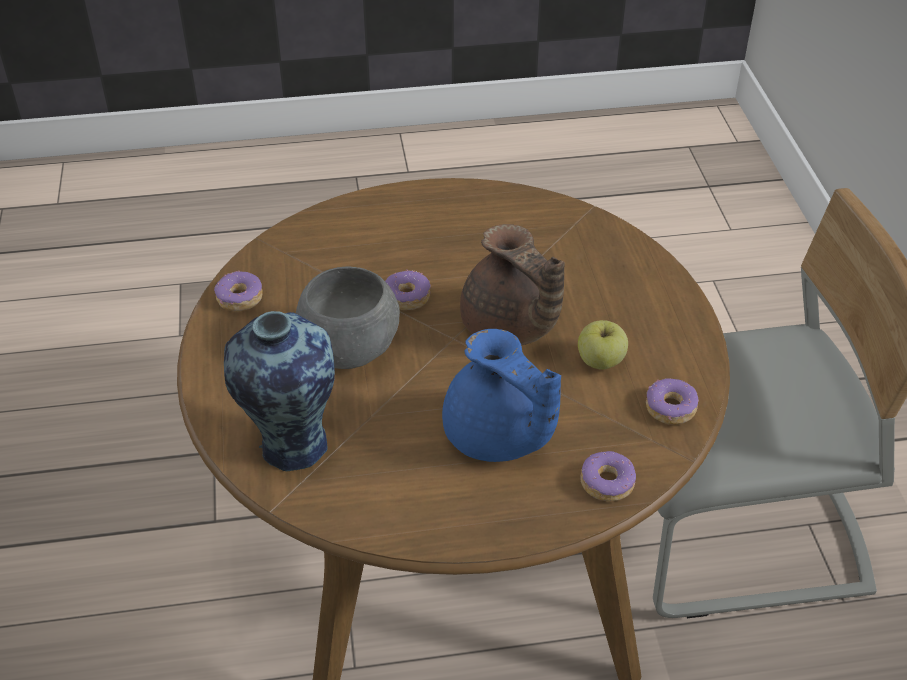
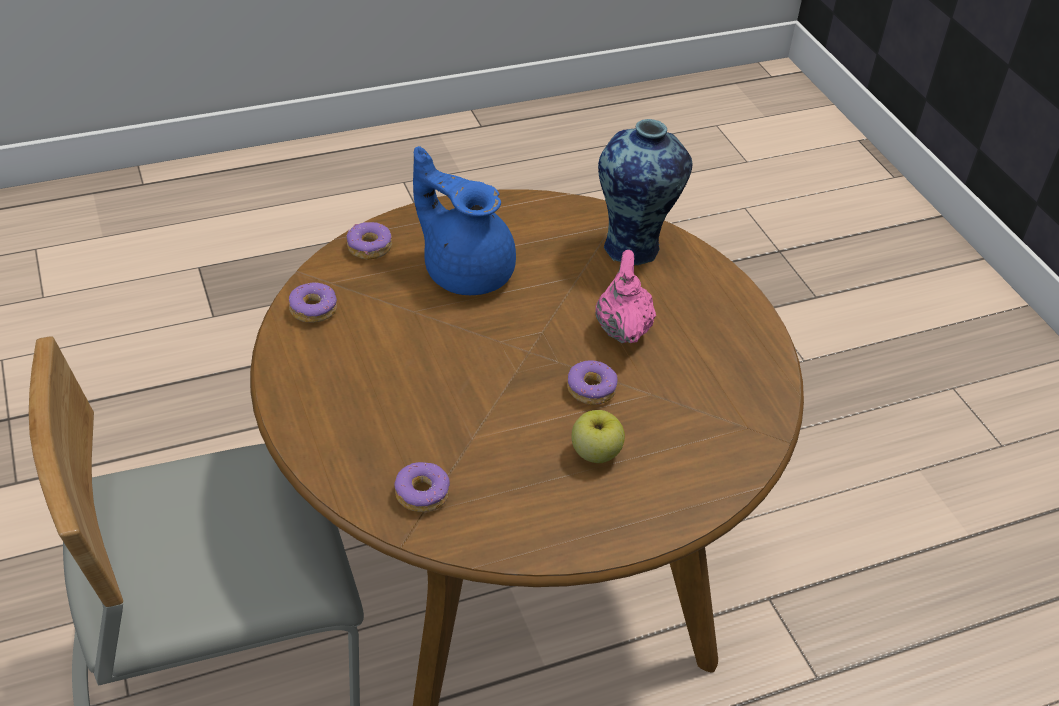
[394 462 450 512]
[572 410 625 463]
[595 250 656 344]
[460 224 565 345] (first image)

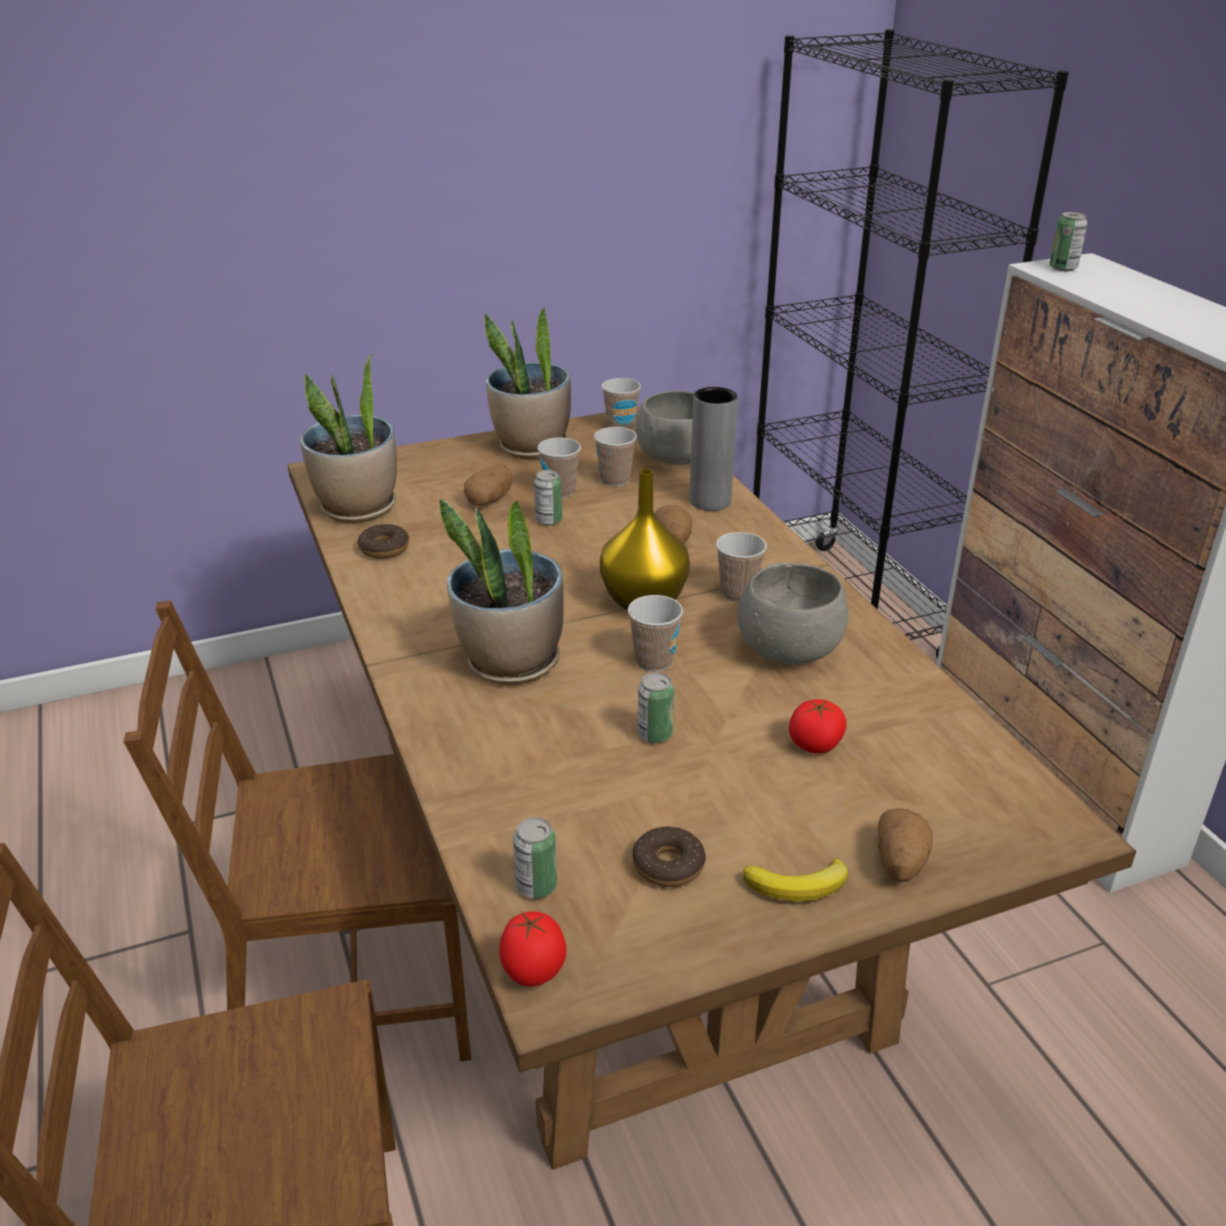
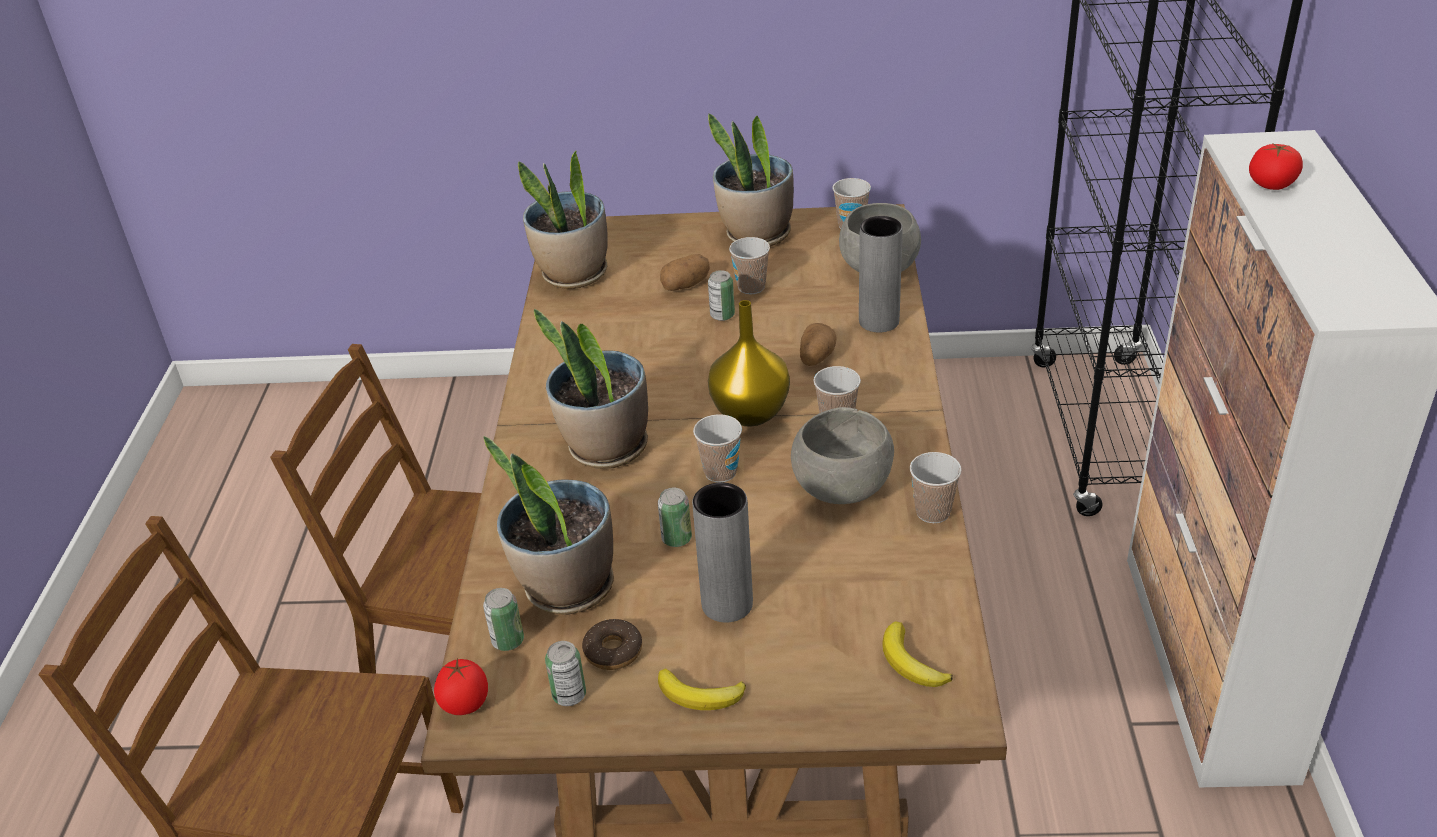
[483 436 614 615]
[545 641 586 706]
[692 482 753 622]
[882 621 953 687]
[910 452 962 523]
[1249 143 1303 190]
[358 524 409 559] (first image)
[878 808 933 882] (first image)

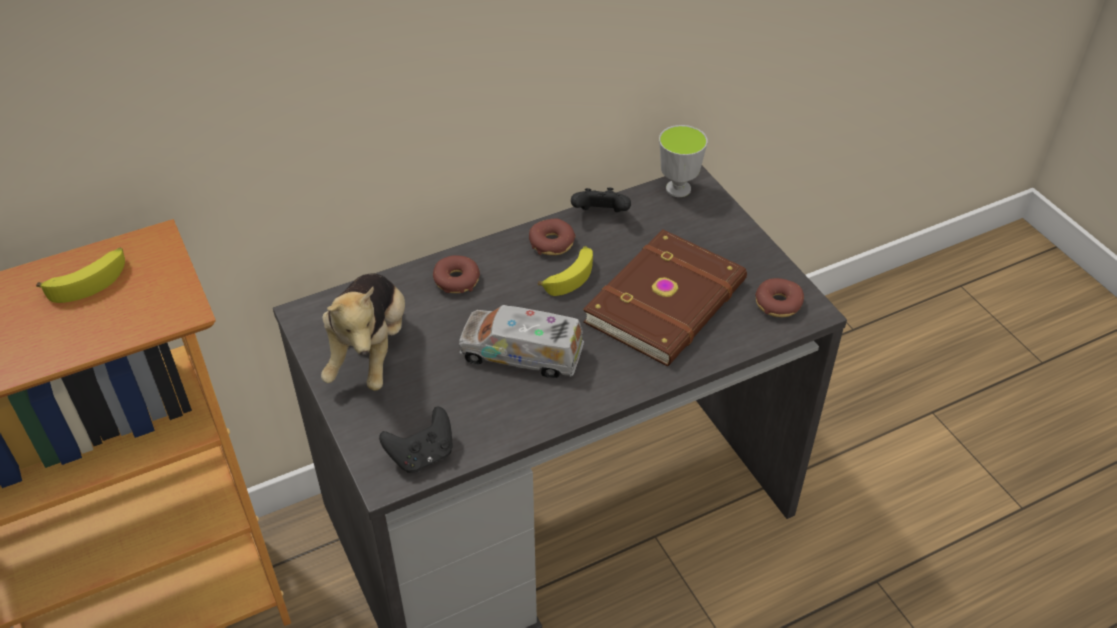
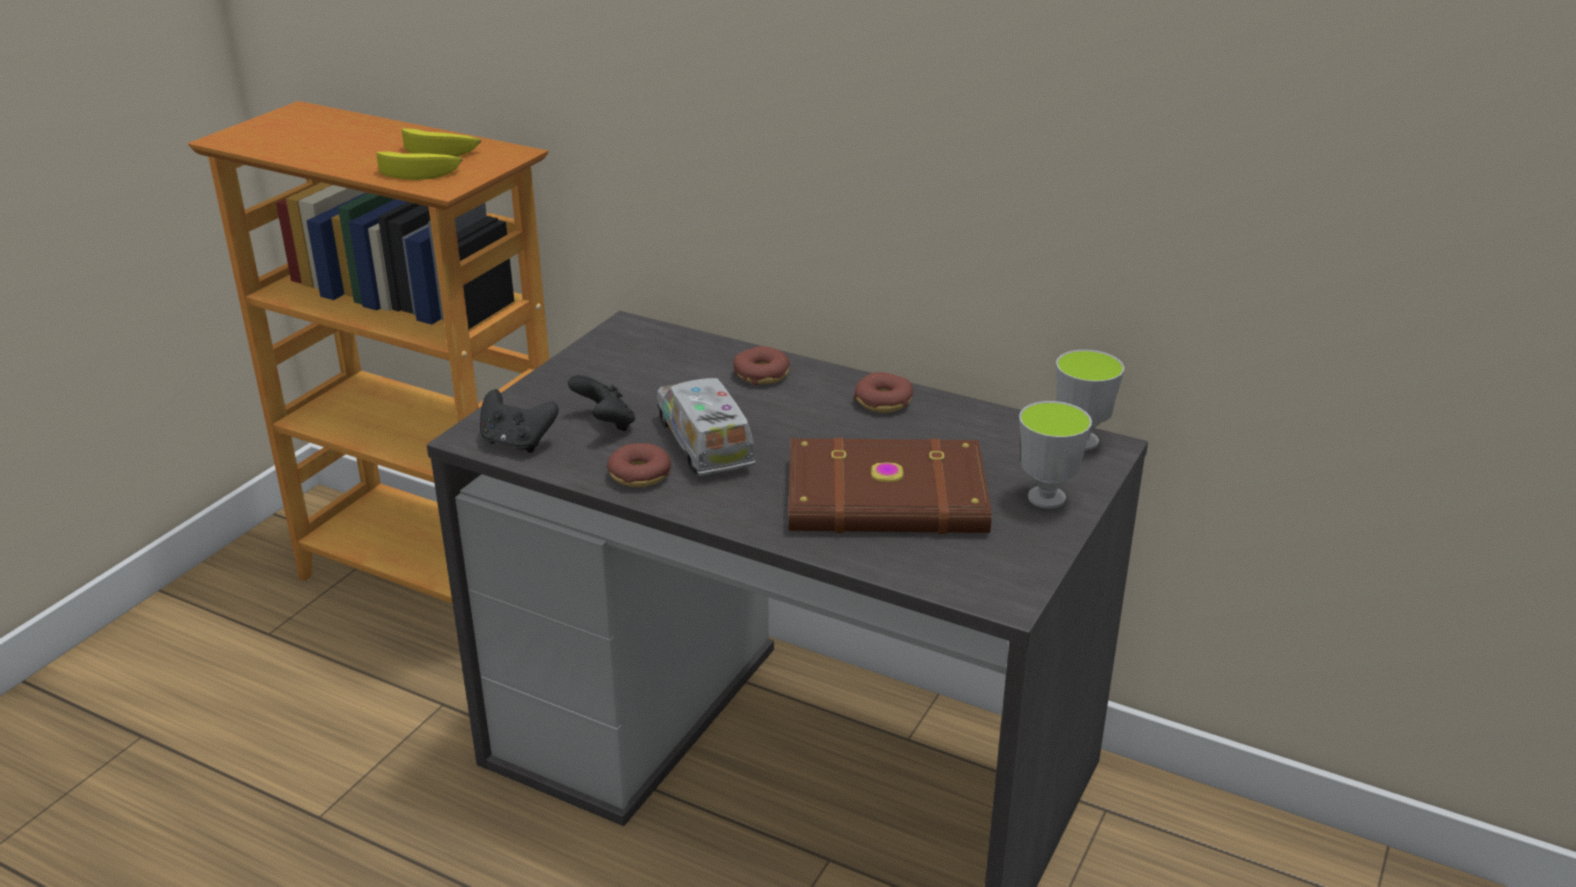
[376 152 463 180]
[568 375 635 431]
[607 443 671 487]
[1019 401 1092 509]
[321 273 405 391] (first image)

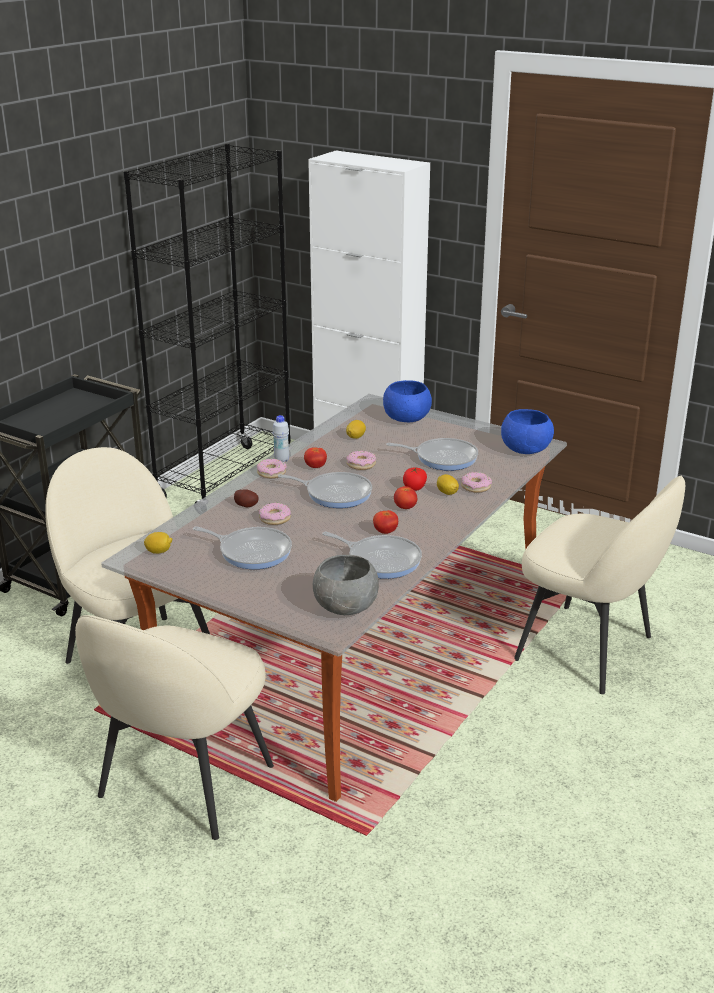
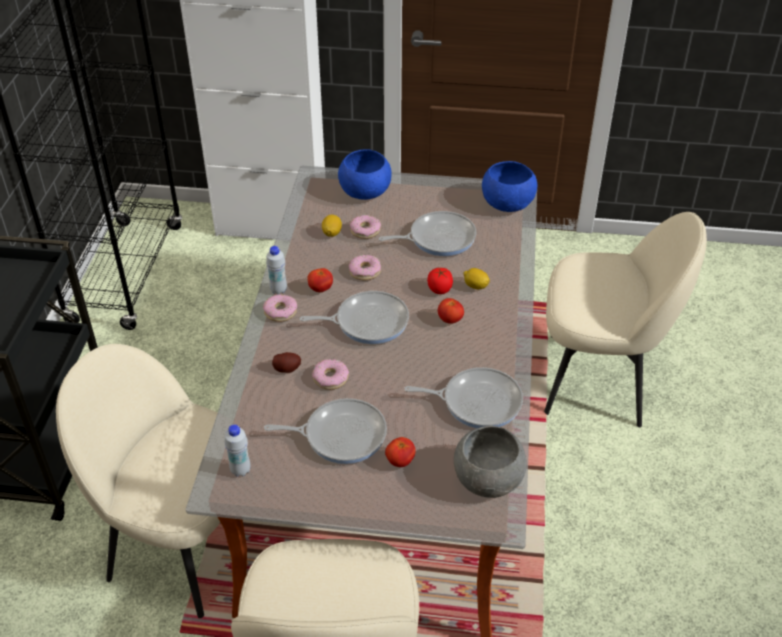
[224 424 250 477]
[350 215 381 239]
[385 437 416 467]

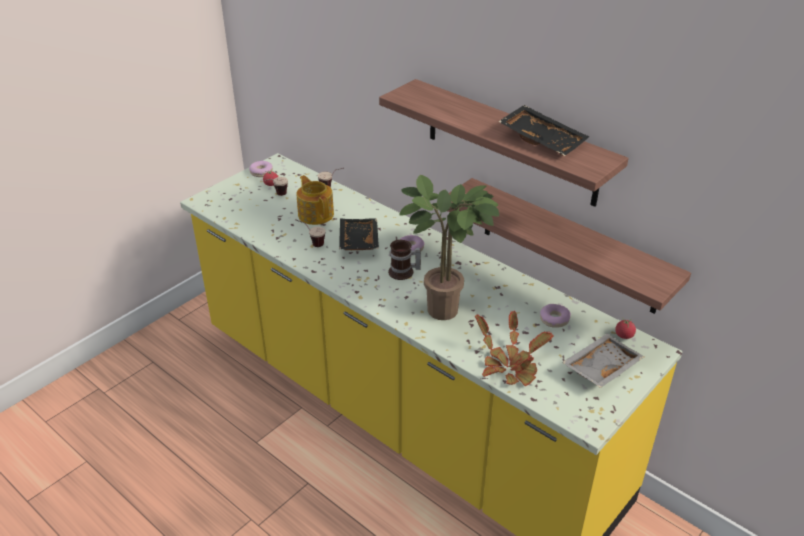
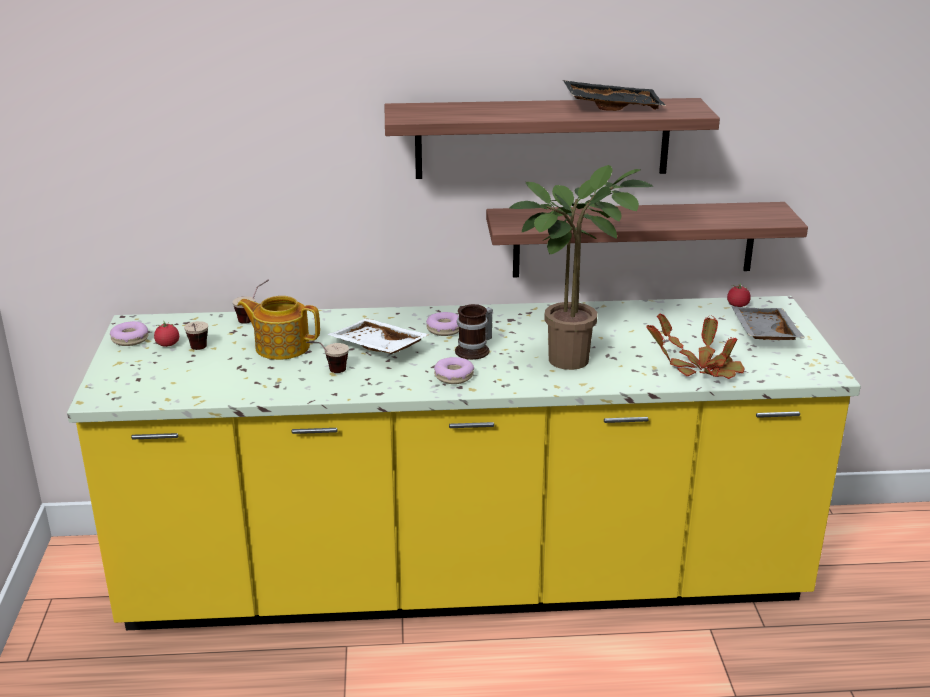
[327 318 430 354]
[434 357 474 384]

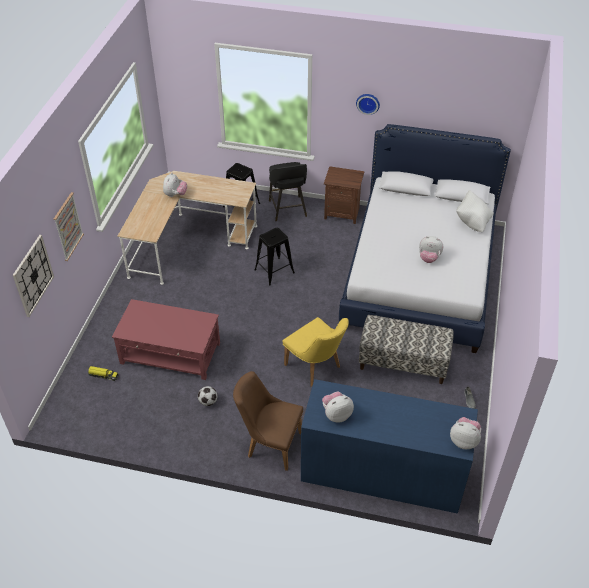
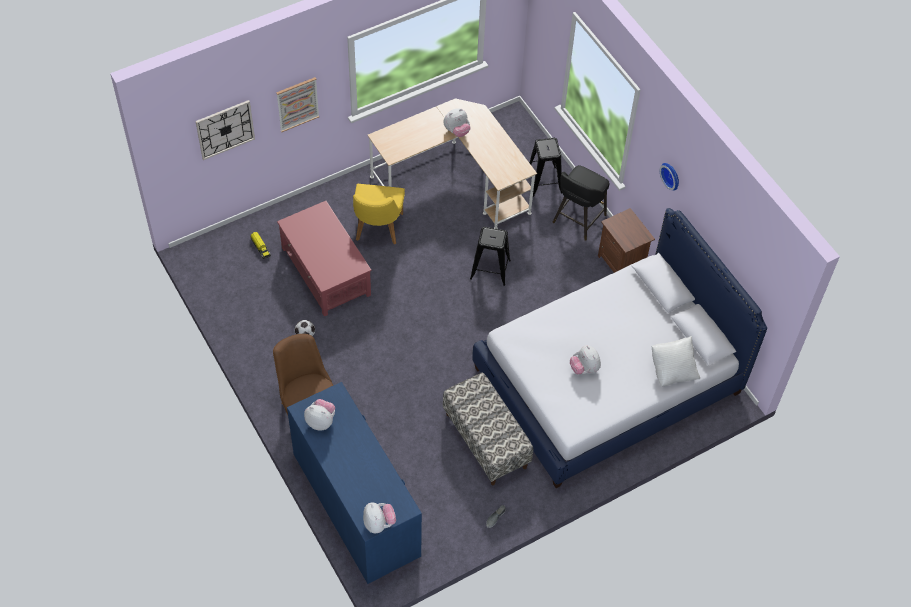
[353 184 405 245]

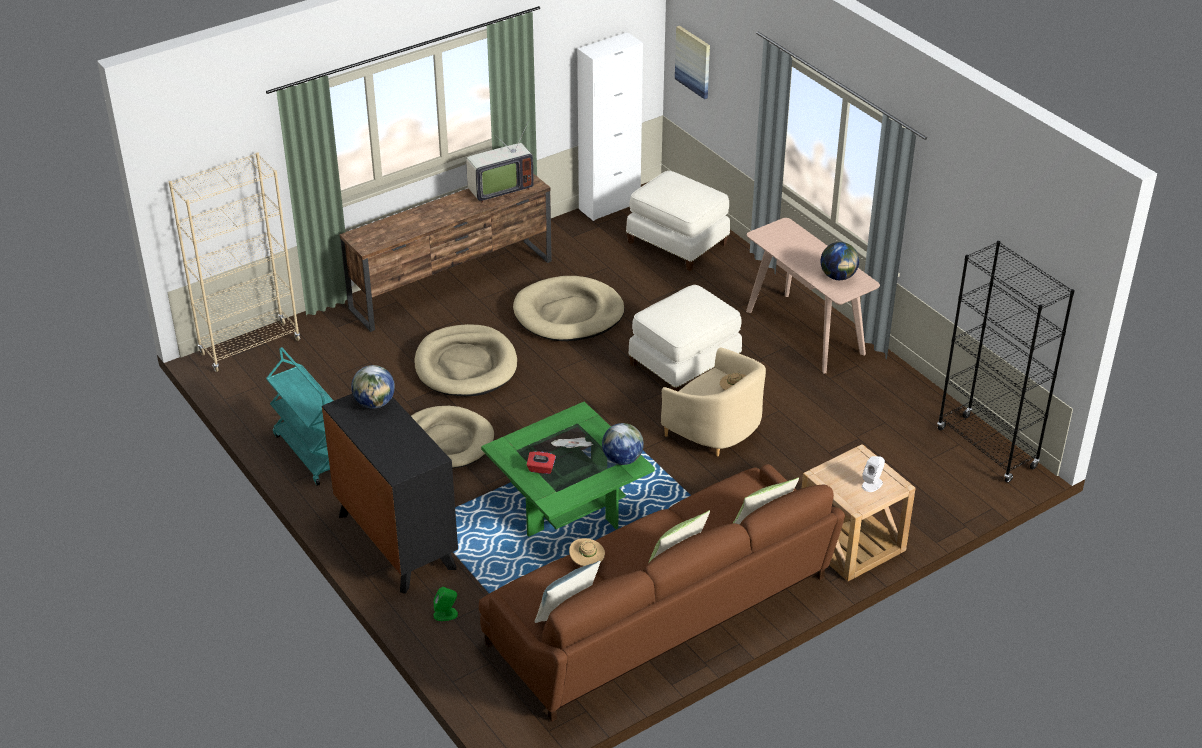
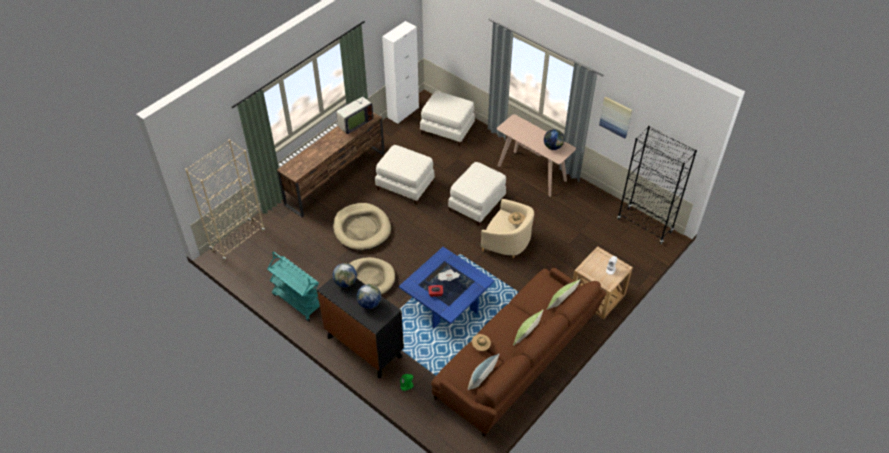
[356 284 381 309]
[375 145 435 205]
[399 247 494 329]
[599 96 632 139]

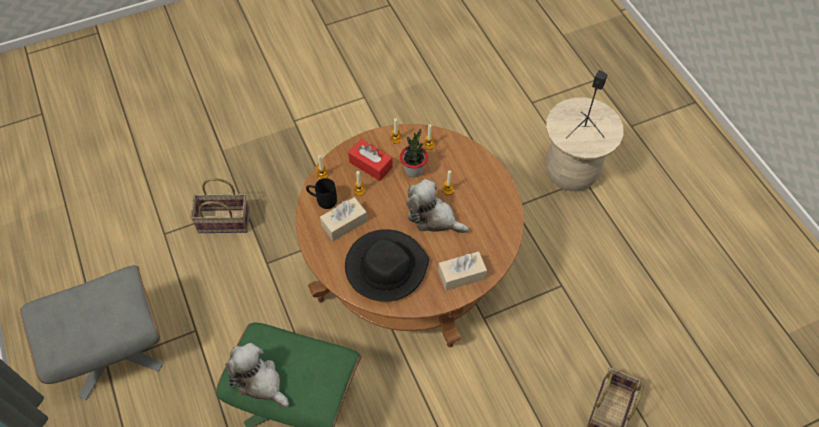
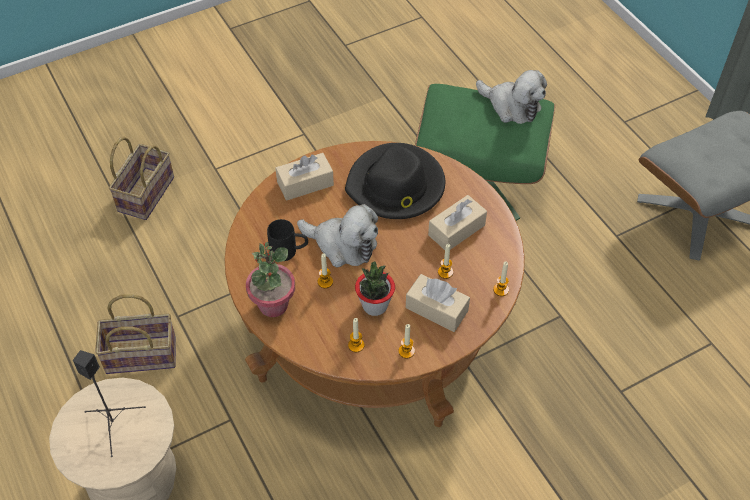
[95 294 176 374]
[246 242 295 317]
[267 219 308 261]
[406 274 470 332]

